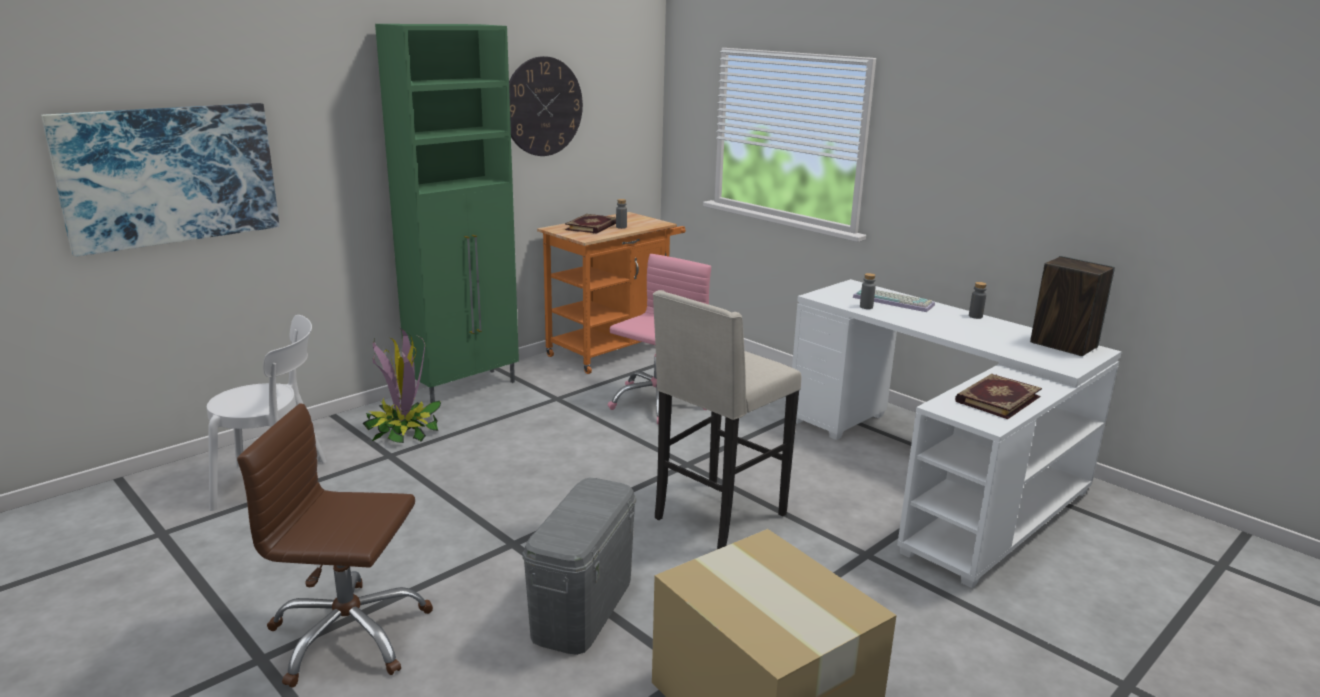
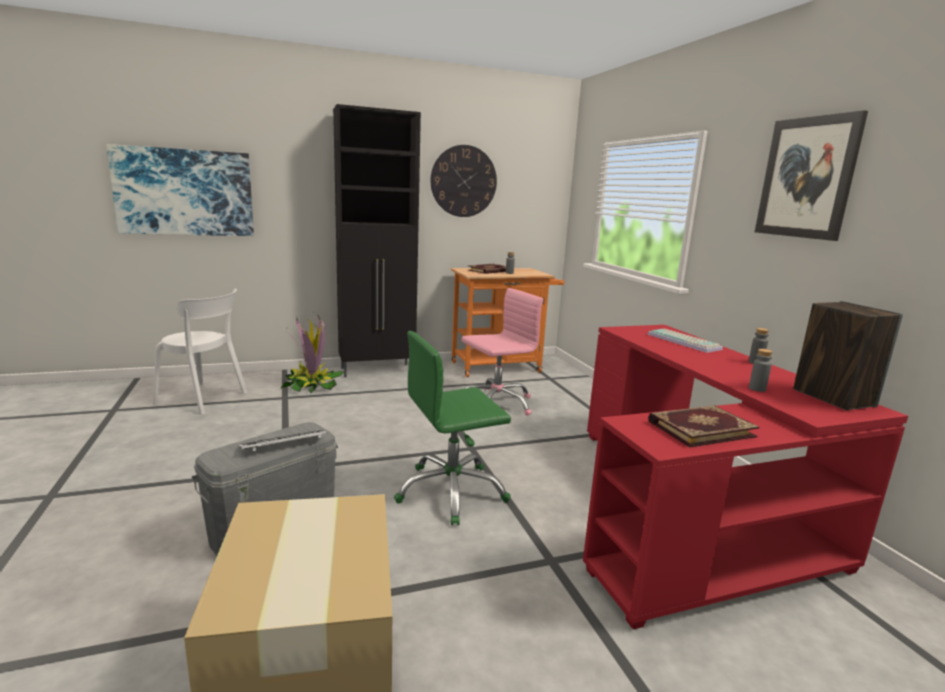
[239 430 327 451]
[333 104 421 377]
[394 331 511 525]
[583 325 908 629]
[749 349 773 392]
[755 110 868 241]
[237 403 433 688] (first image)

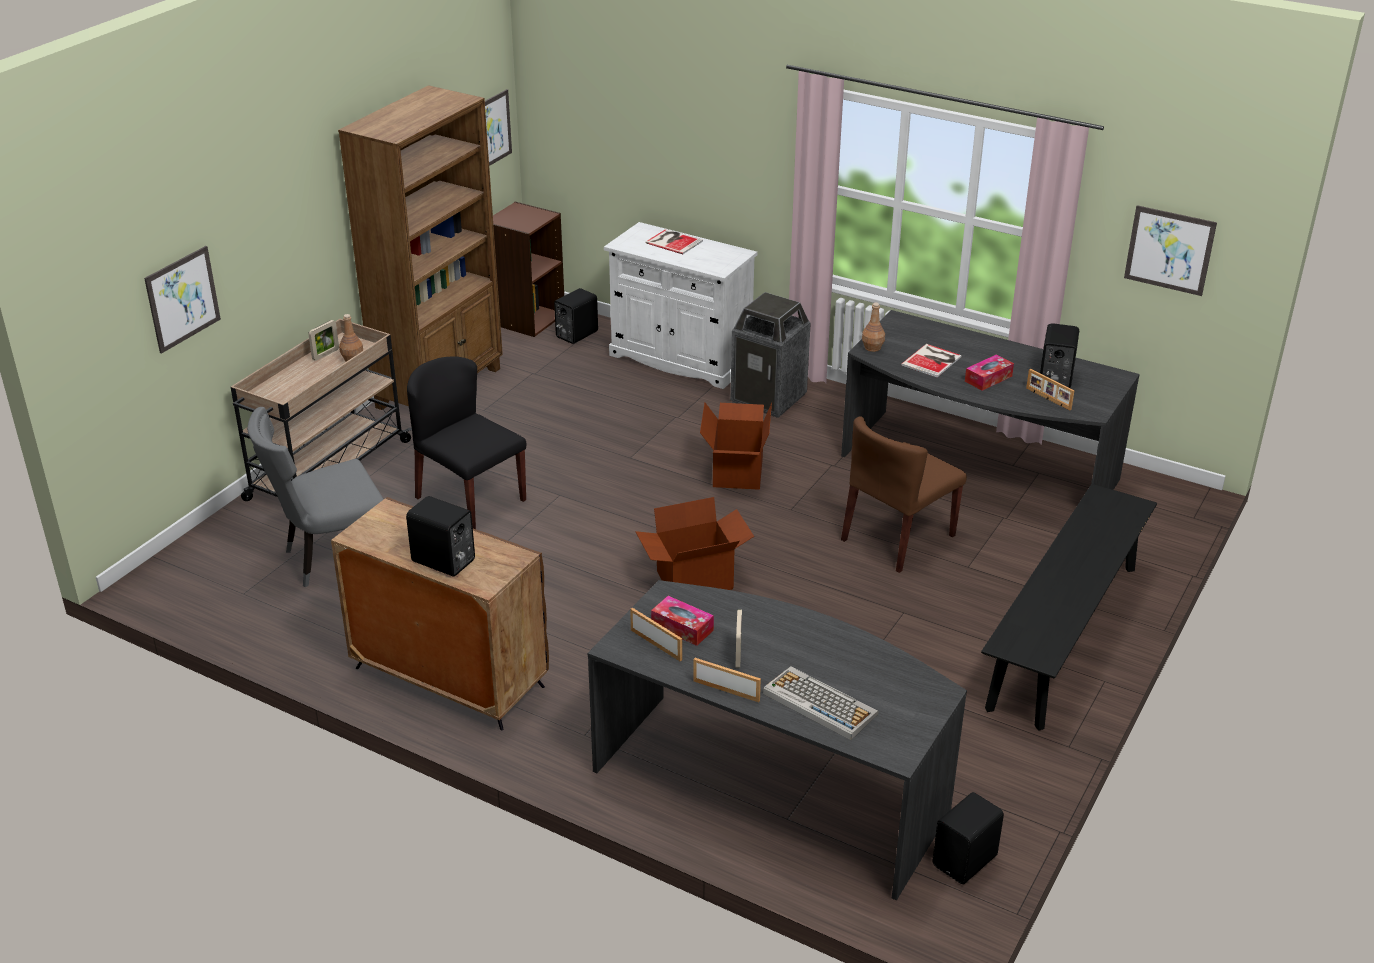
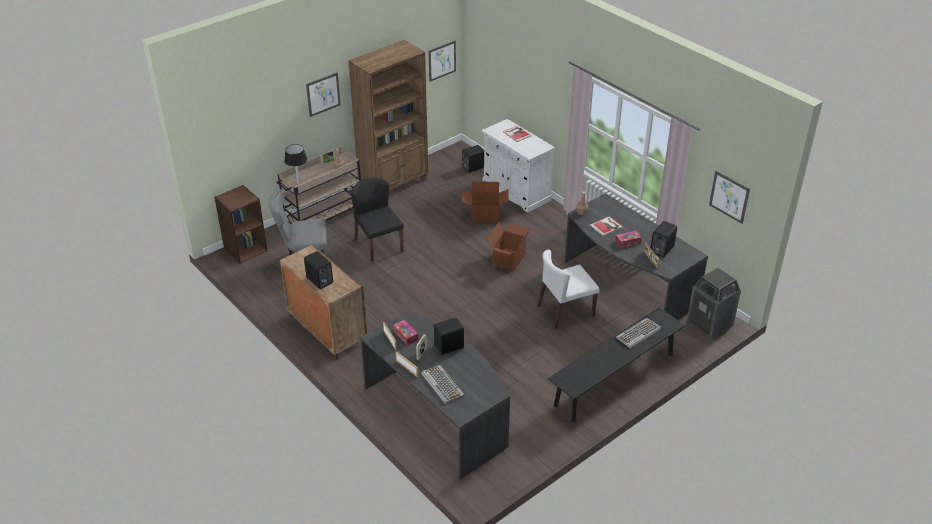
[214 185 267 264]
[284 144 307 184]
[306 73 341 117]
[434 317 465 355]
[462 182 509 223]
[538 250 600 329]
[616 318 661 348]
[687 267 741 339]

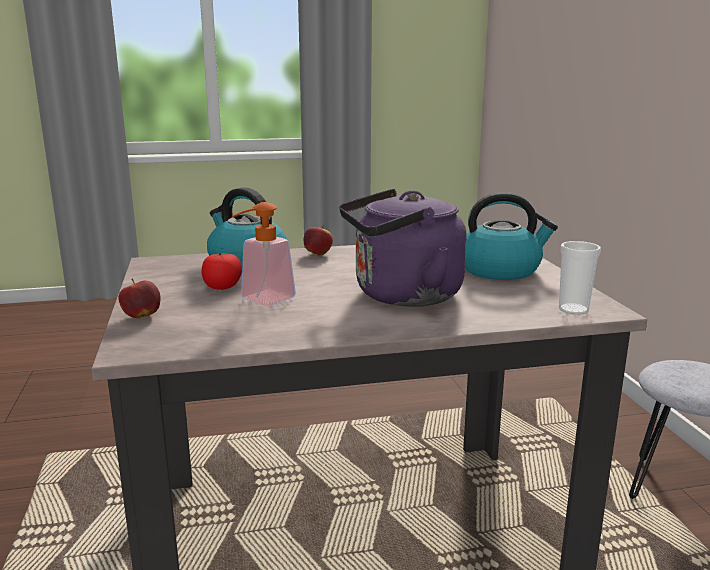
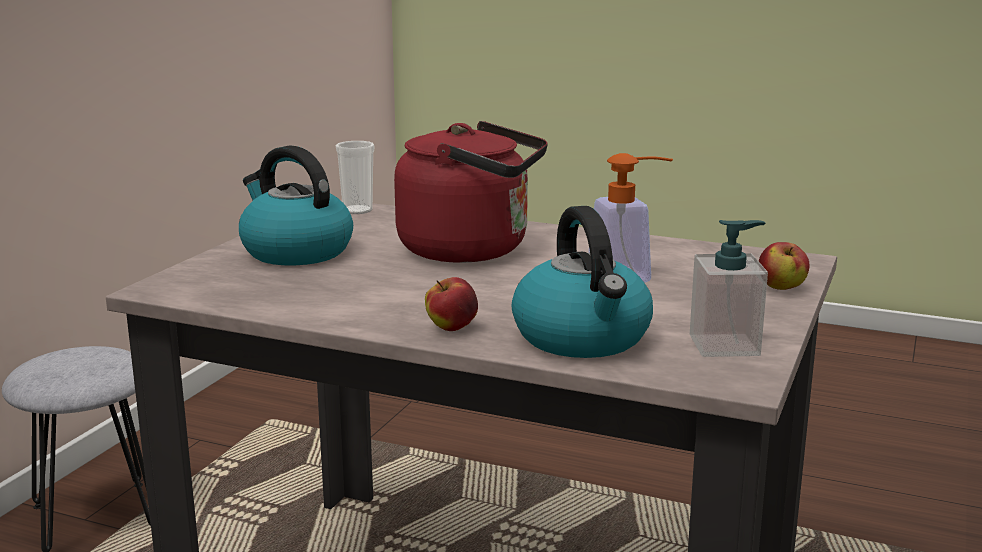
[394 121 548 263]
[690 220 768 357]
[201 253 242 290] (first image)

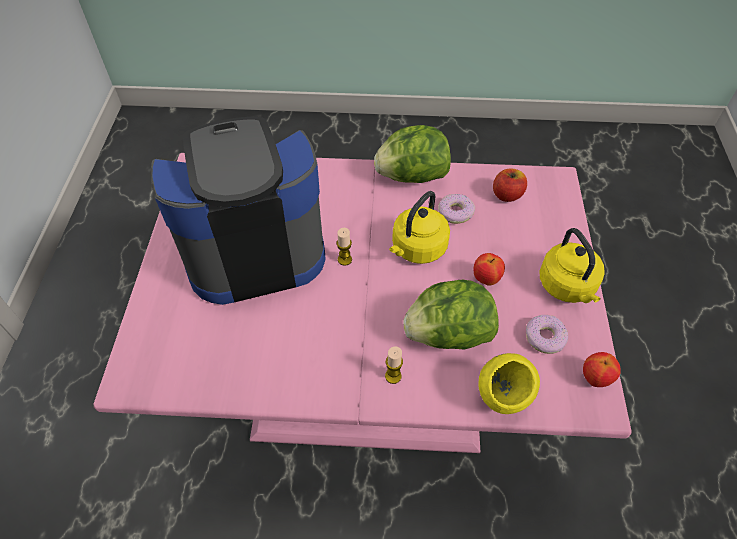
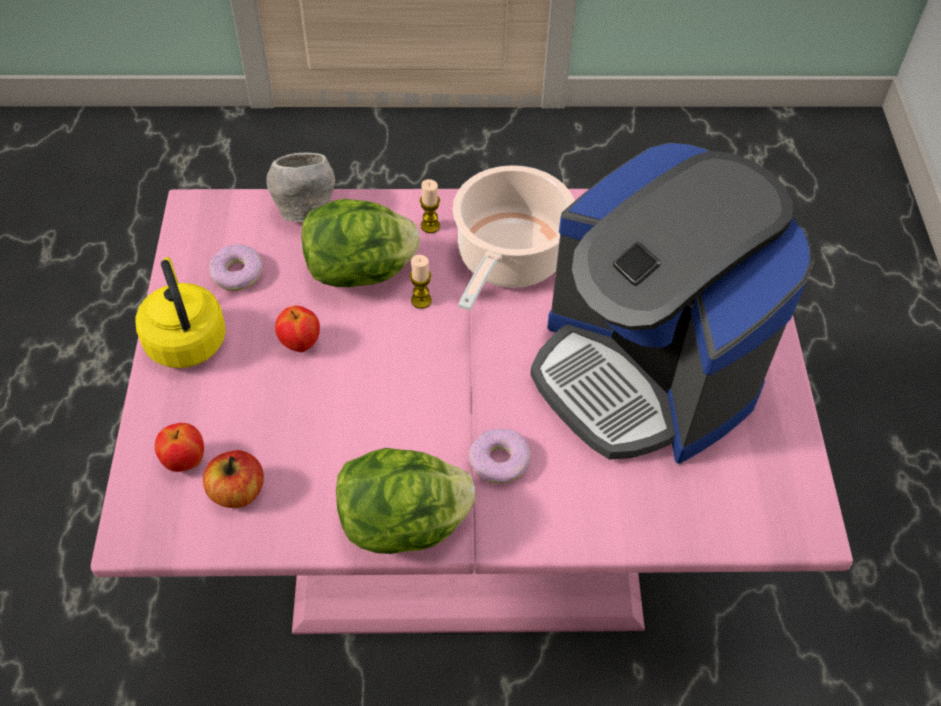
[155 423 204 472]
[266 152 335 222]
[410 255 432 309]
[453 165 575 311]
[469 429 531 484]
[530 143 814 464]
[389 191 450 264] (first image)

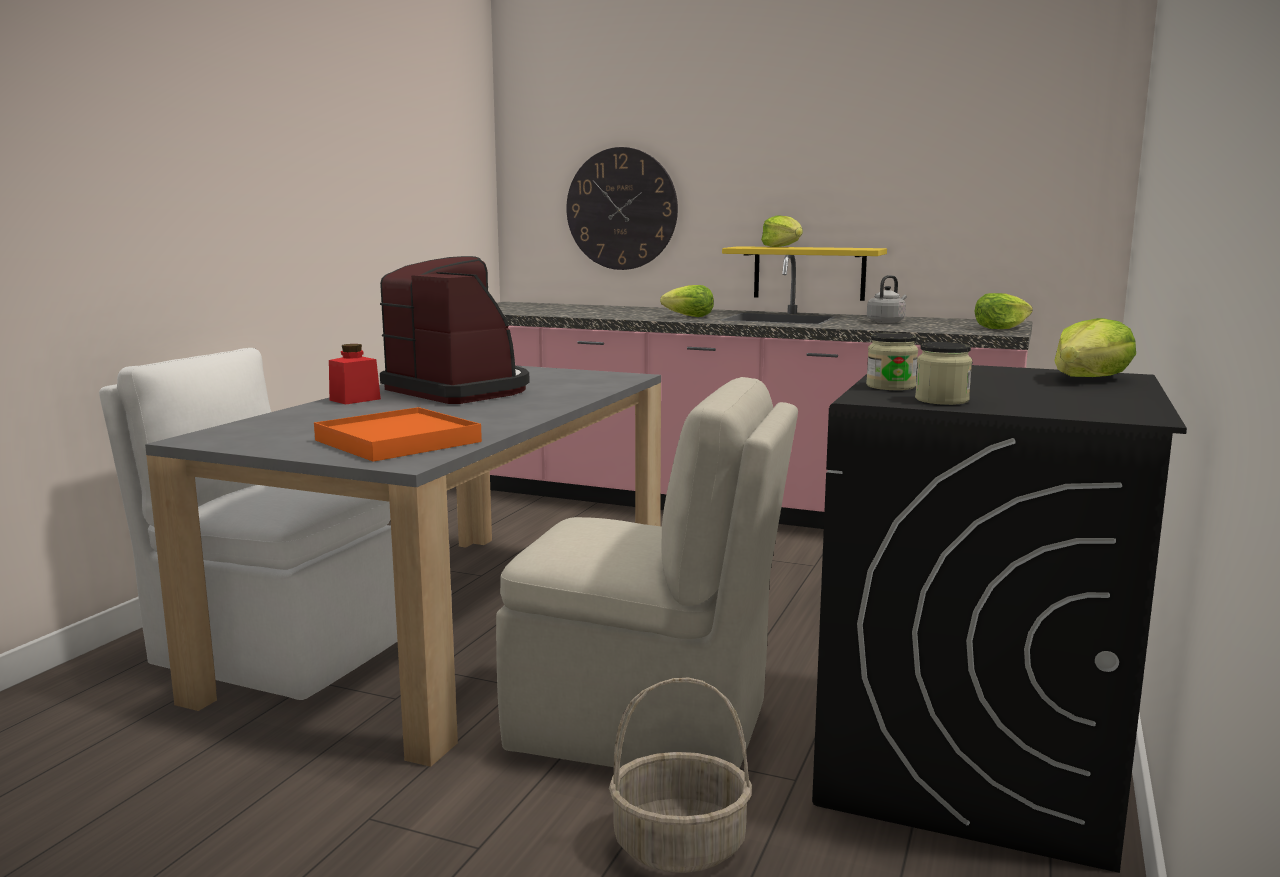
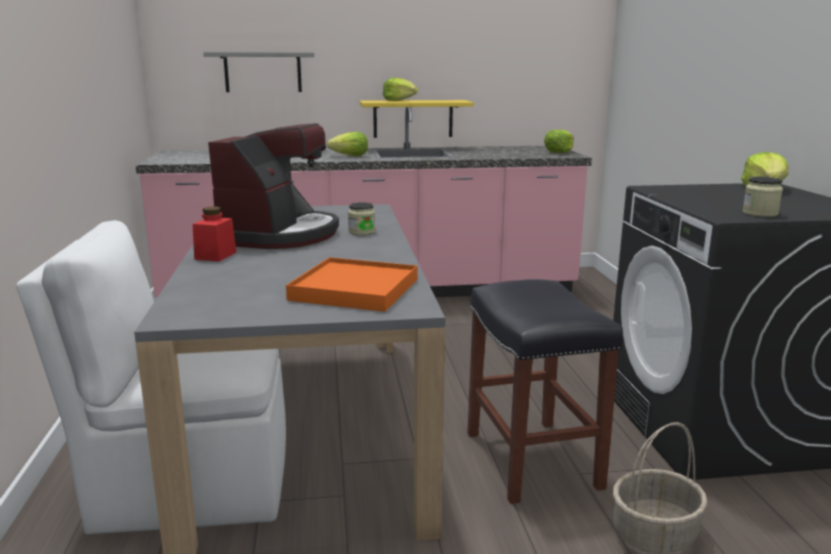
[203 52 315 92]
[208 123 339 249]
[348 202 375 235]
[467 279 623 504]
[867 275 907 323] (first image)

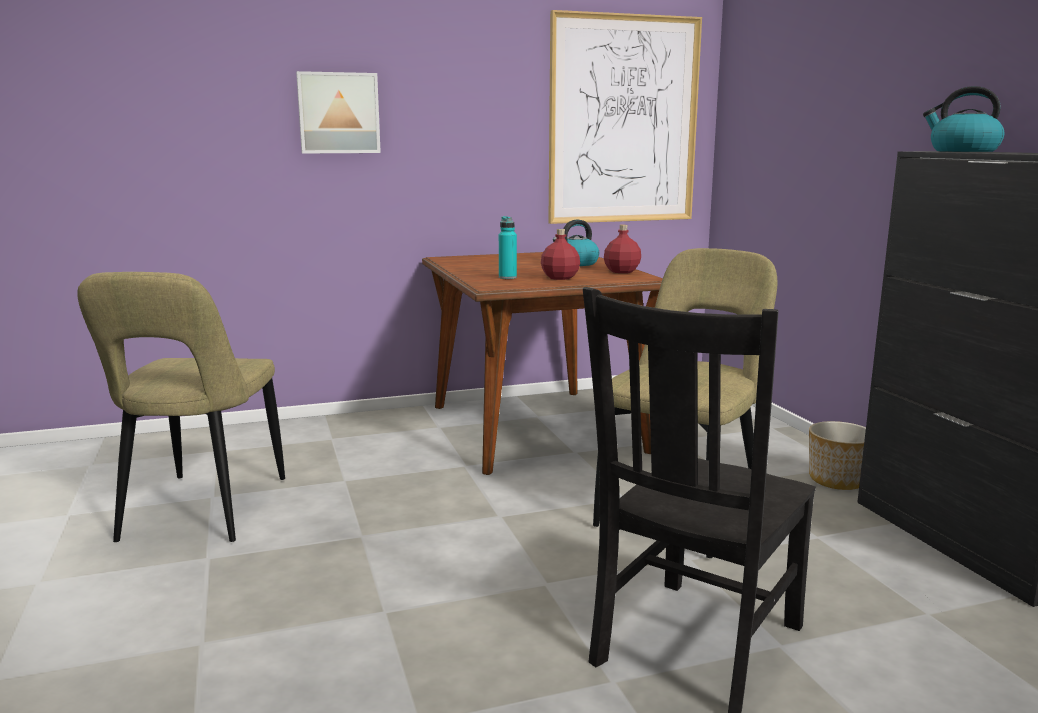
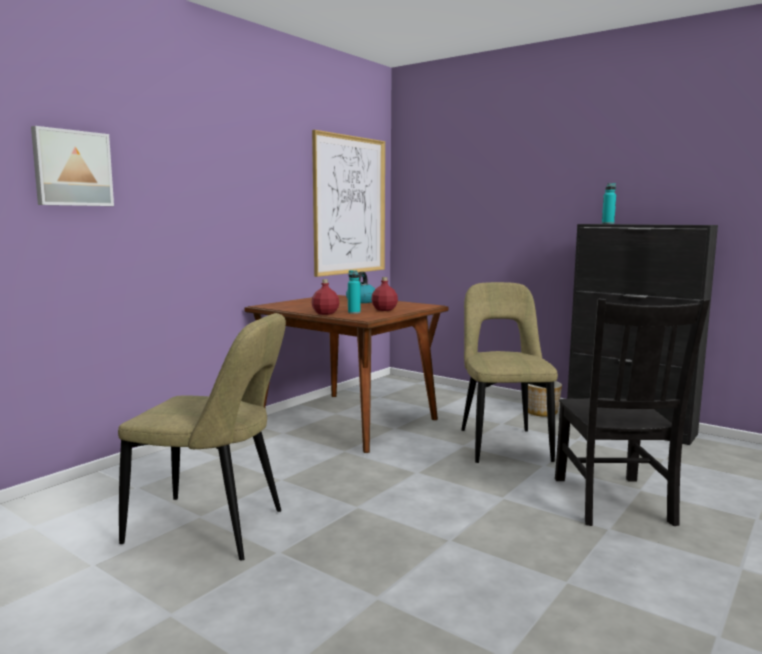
[31 126 114 206]
[118 313 286 561]
[311 279 339 315]
[602 183 616 224]

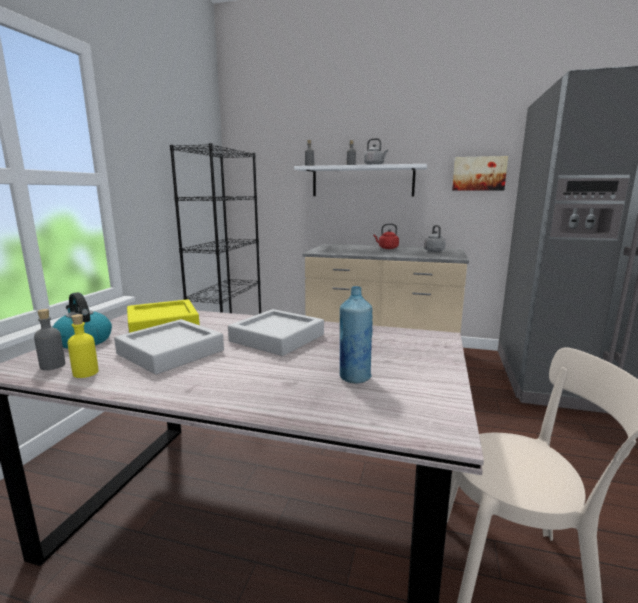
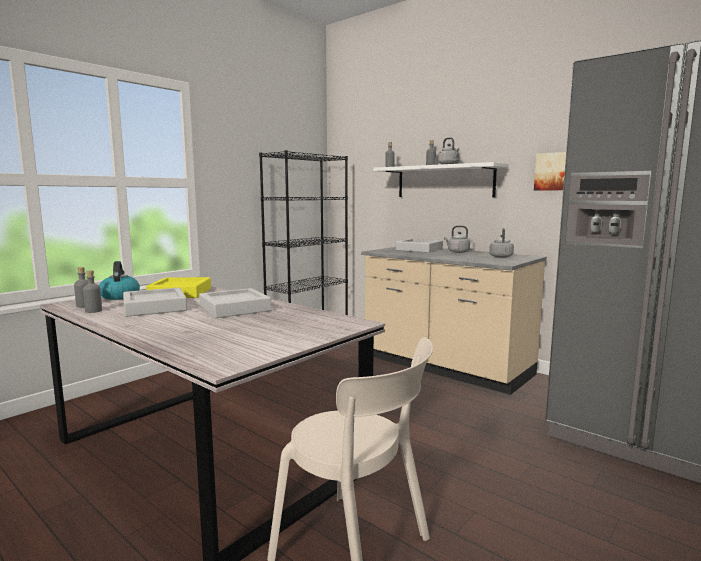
[83 271 102 313]
[396 239 443 253]
[444 226 470 253]
[340 286 373 384] (first image)

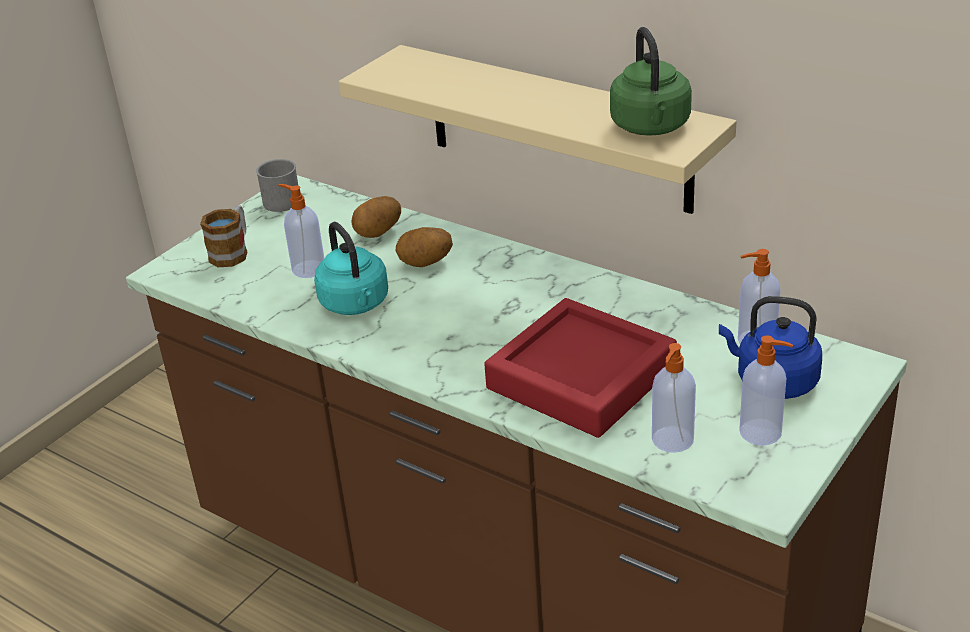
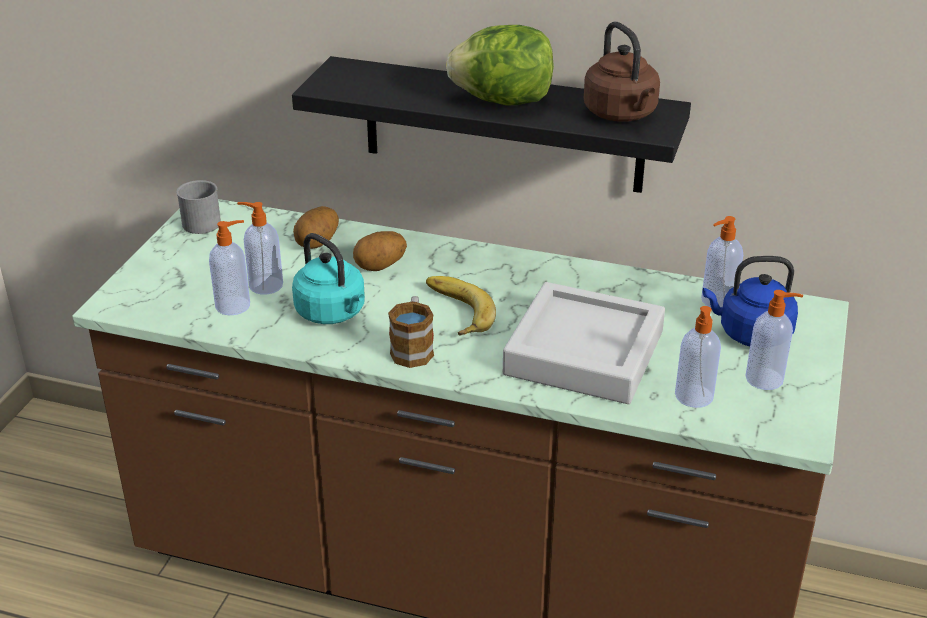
[209 220 250 315]
[292 56 691 193]
[388 296 434 368]
[426 276 496 336]
[446 25 554 106]
[503 282 665 404]
[584 22 660 122]

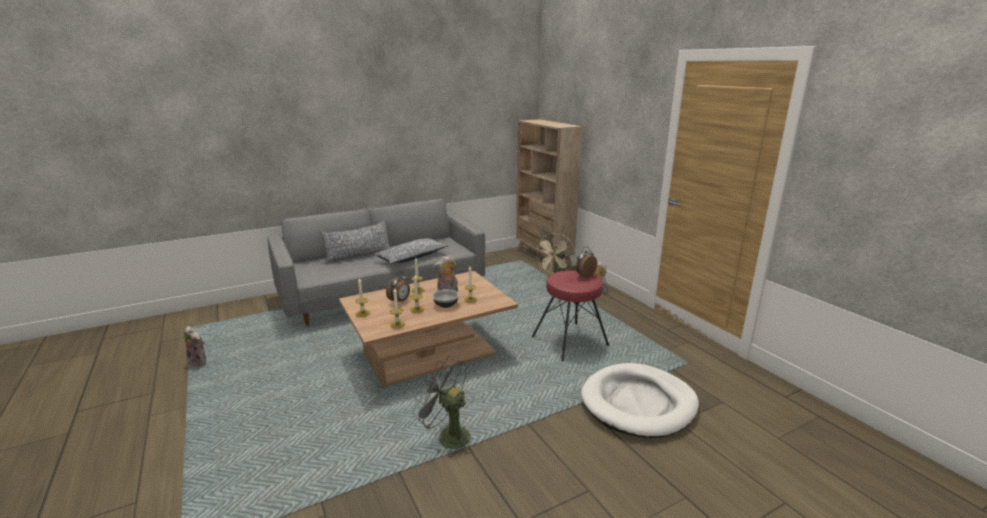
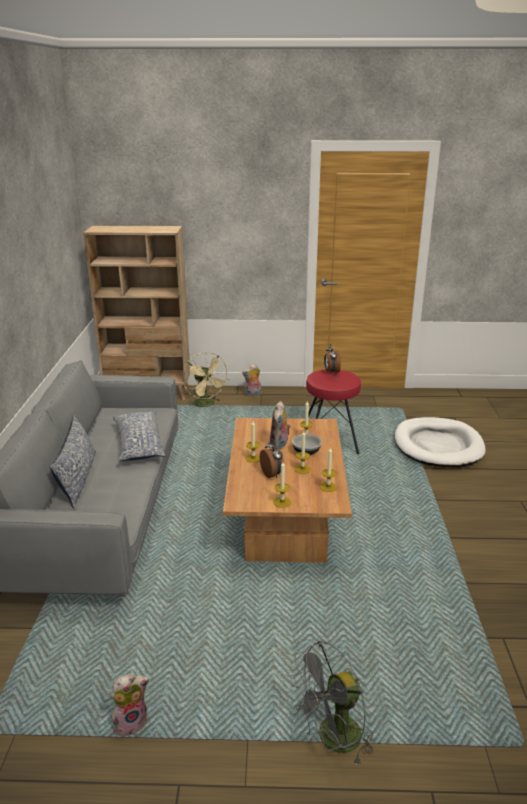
[290 641 373 764]

